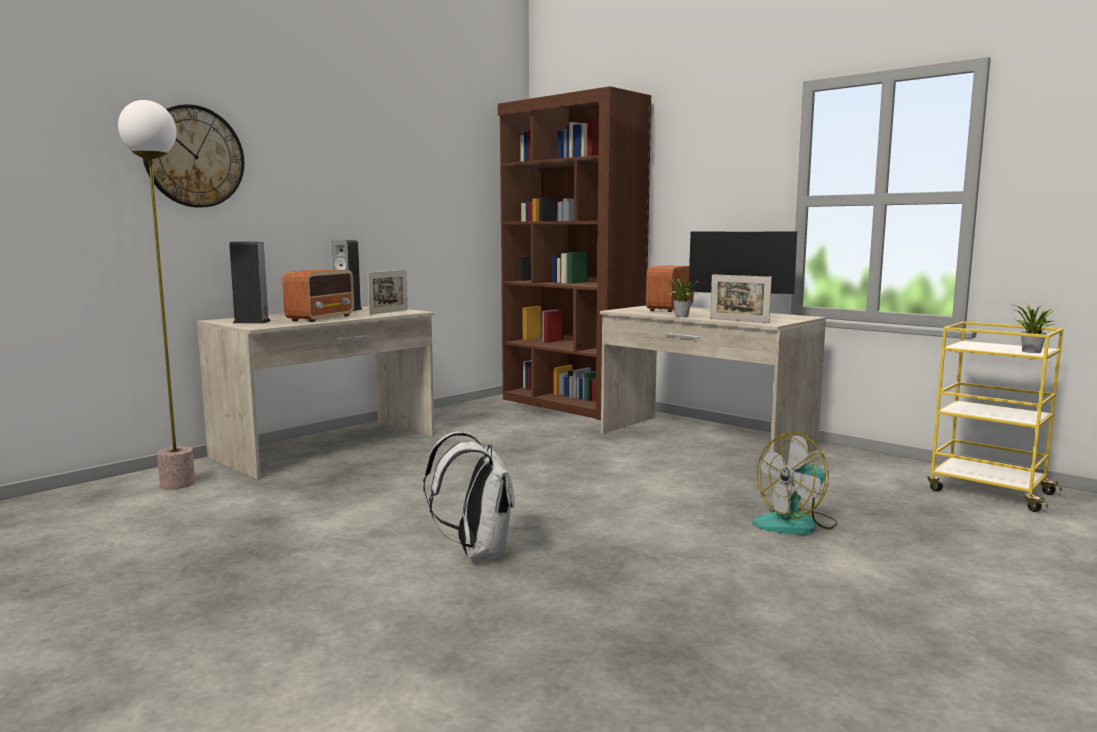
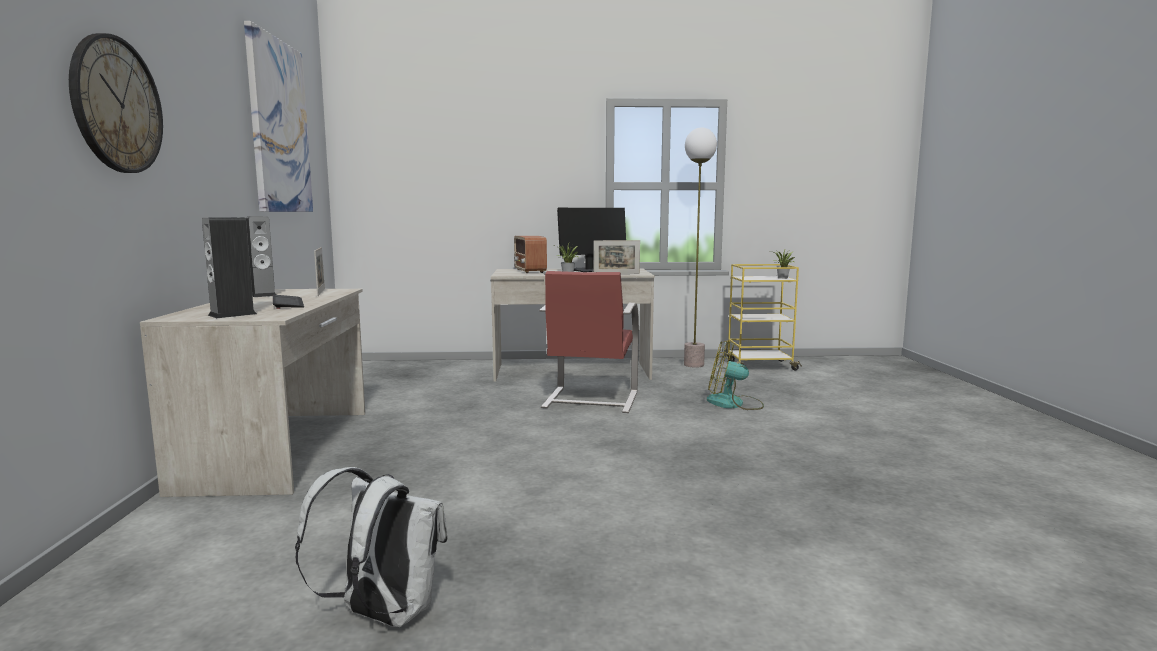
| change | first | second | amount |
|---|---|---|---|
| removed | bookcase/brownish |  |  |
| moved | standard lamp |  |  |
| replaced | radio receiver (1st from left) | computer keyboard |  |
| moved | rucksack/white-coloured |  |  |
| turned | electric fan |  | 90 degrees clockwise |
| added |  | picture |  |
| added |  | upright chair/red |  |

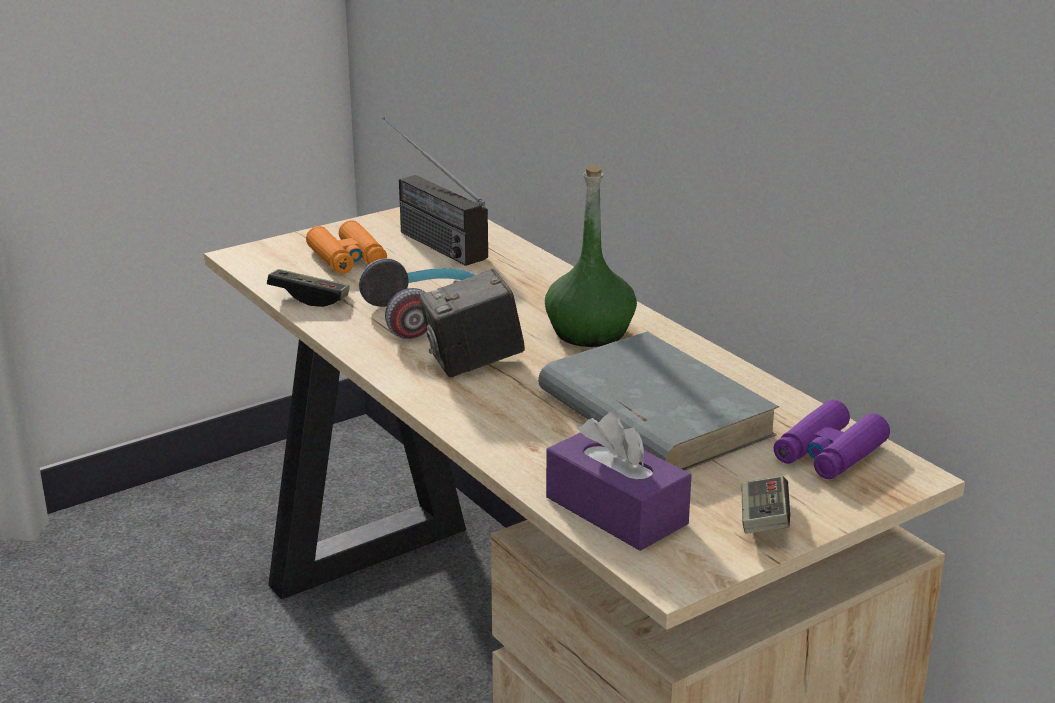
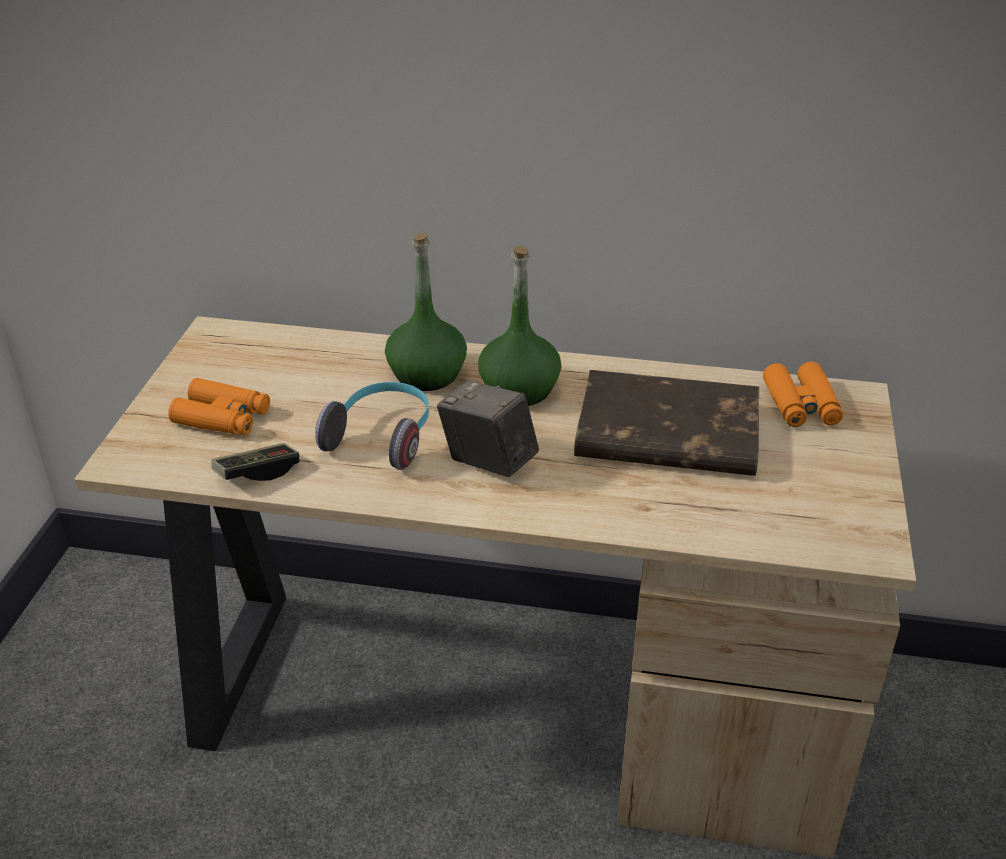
| change | first | second | amount |
|---|---|---|---|
| removed | radio receiver |  |  |
| turned | still camera |  | 105 degrees clockwise |
| recoloured | book/grey | book/brownish |  |
| recoloured | binoculars/purple | binoculars/orange (2nd from left) |  |
| removed | tissue box/purple |  |  |
| removed | gamepad (2nd from left) |  |  |
| added |  | drink bottle/greenish (1st from left) |  |

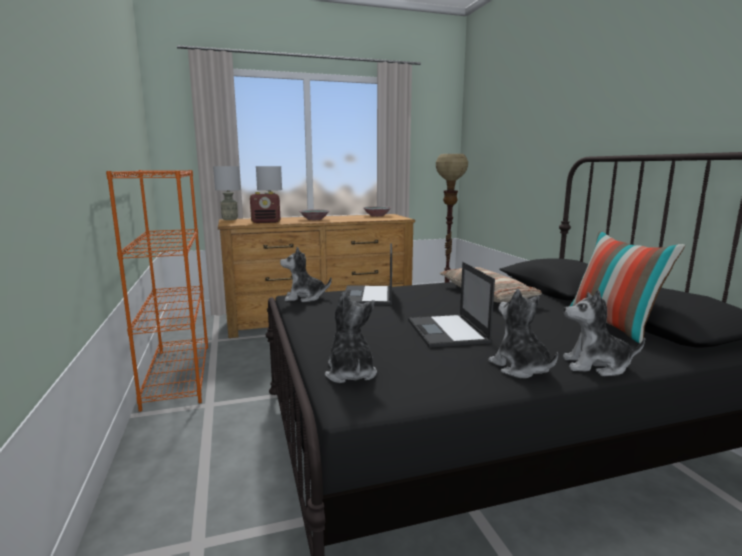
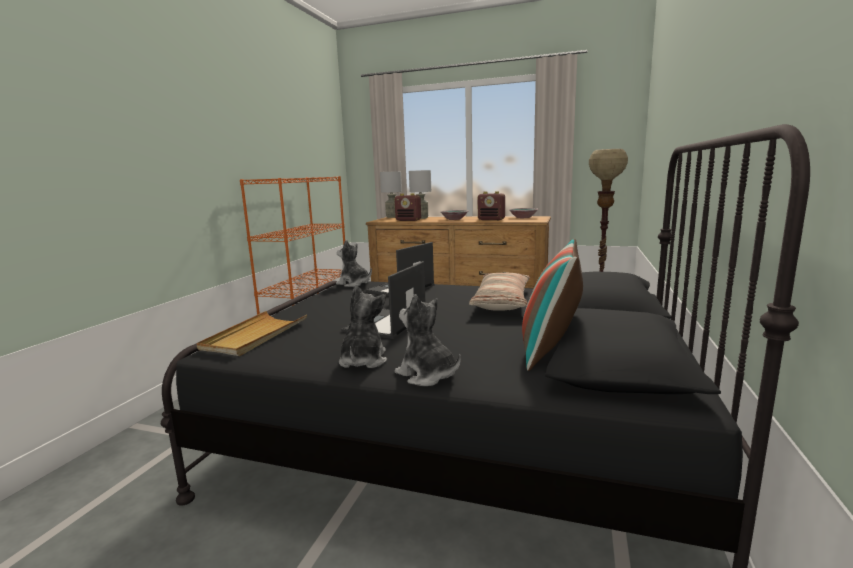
| change | first | second | amount |
|---|---|---|---|
| replaced | soft toy (2nd from left) | serving tray/sand-coloured |  |
| added |  | radio receiver (2nd from left) |  |

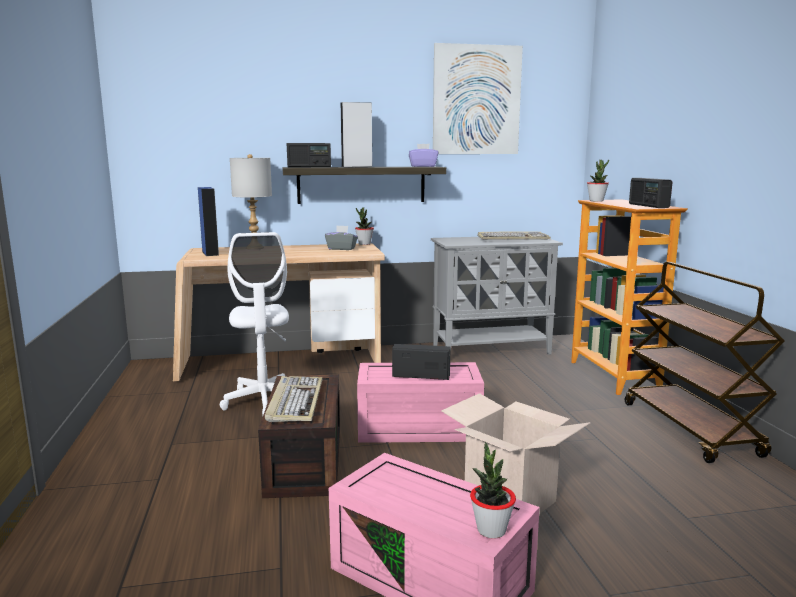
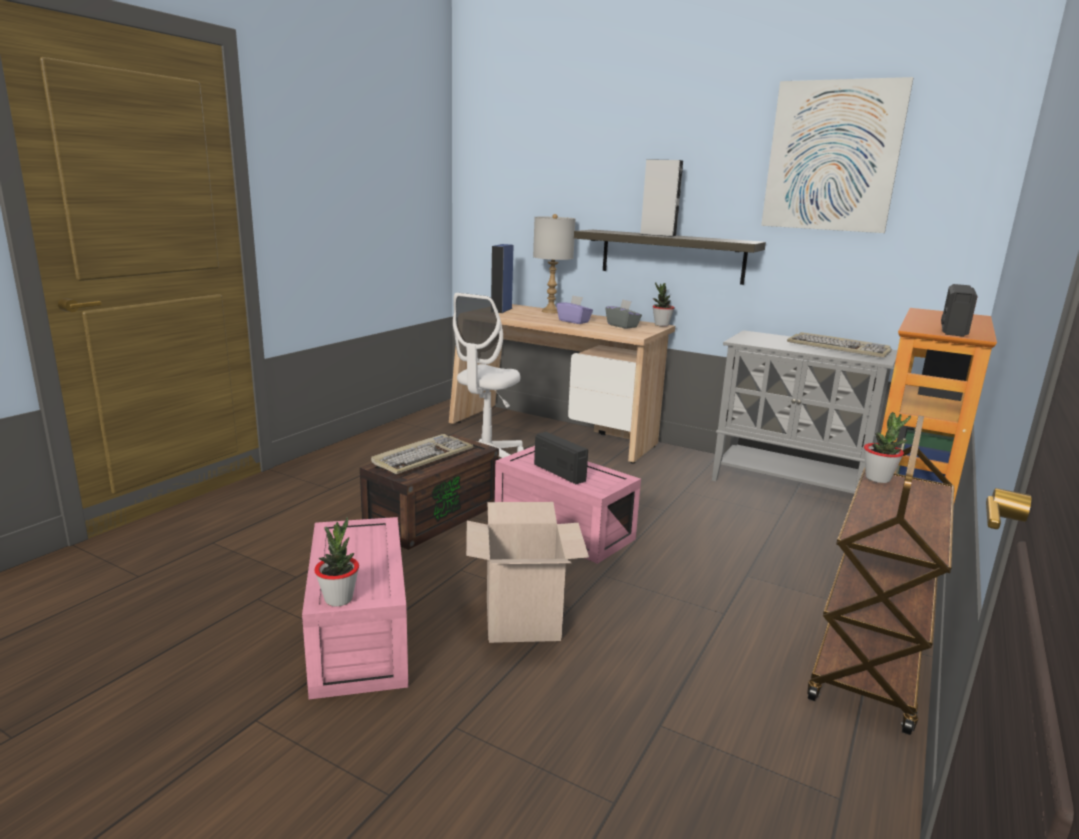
| change | first | second | amount |
|---|---|---|---|
| removed | radio receiver (1st from left) |  |  |
| moved | tissue box/purple |  |  |
| moved | plant in a pot (3rd from left) |  |  |

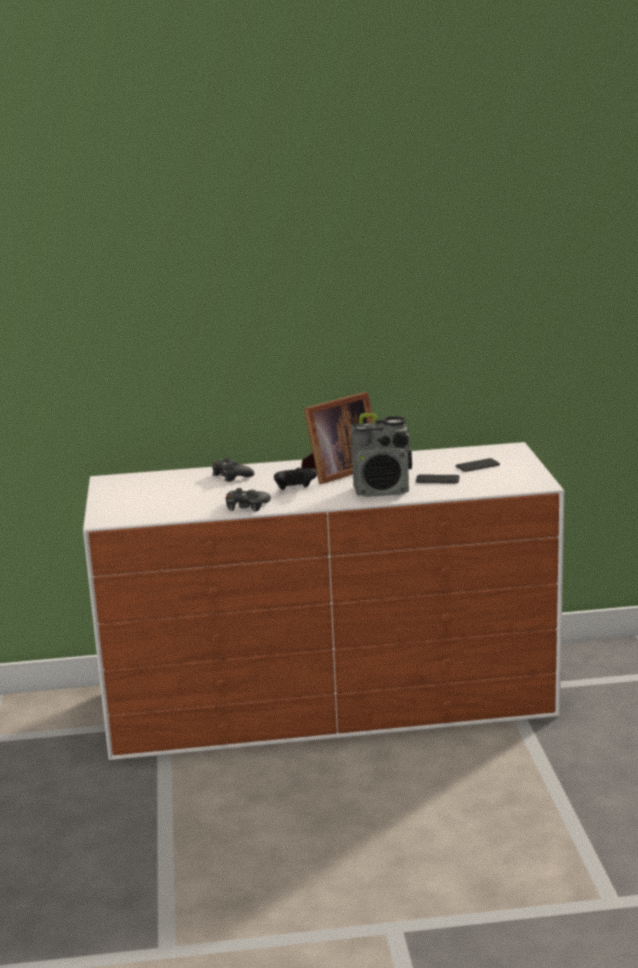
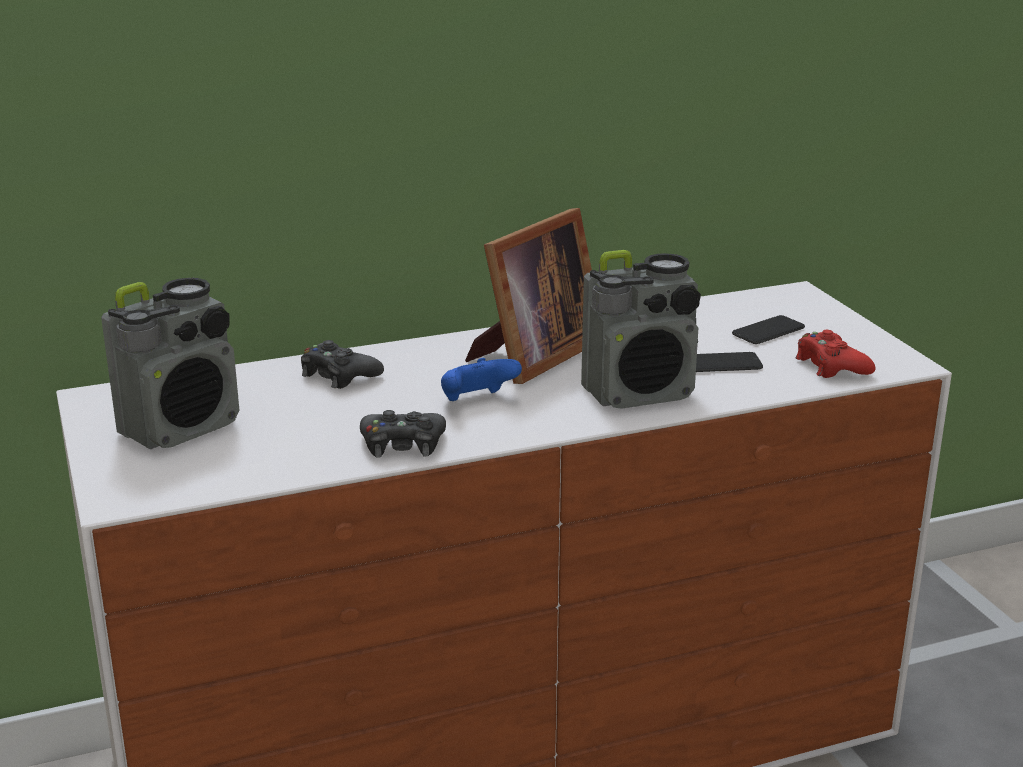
| change | first | second | amount |
|---|---|---|---|
| recoloured | gamepad/black (3rd from left) | gamepad/blue |  |
| added |  | radio receiver (1st from left) |  |
| added |  | gamepad/red |  |

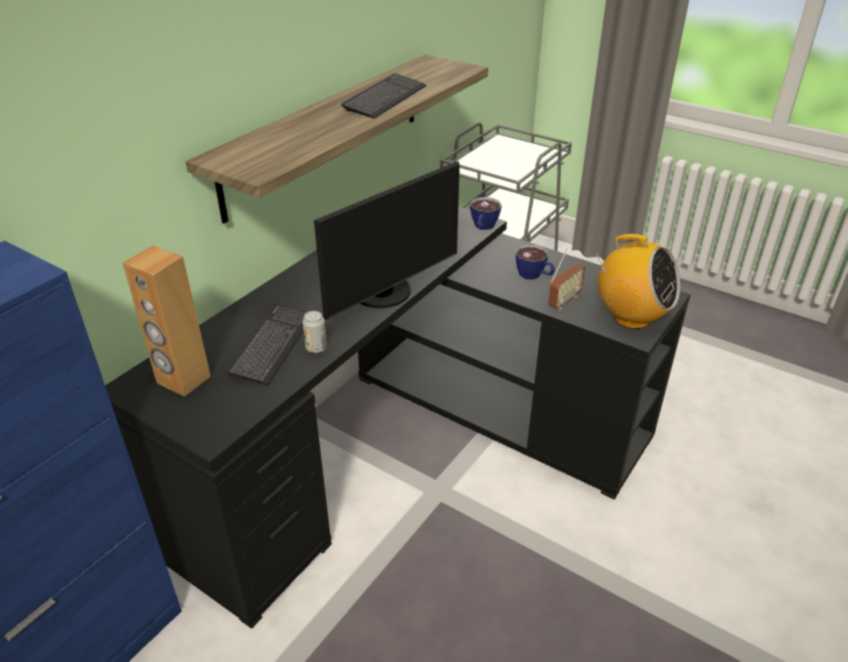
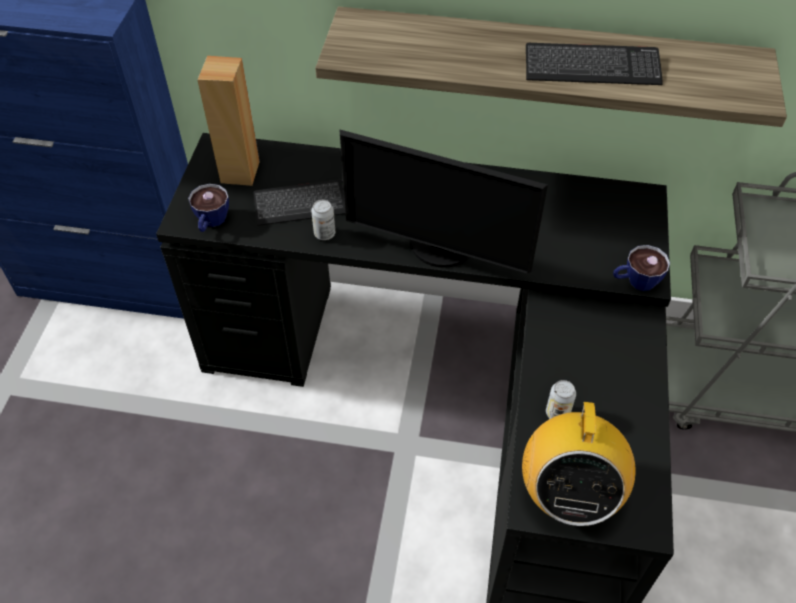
| change | first | second | amount |
|---|---|---|---|
| moved | cup (2nd from left in the first image) | cup (1st from left) |  |
| replaced | radio receiver (1st from left) | metal can (2nd from left) |  |

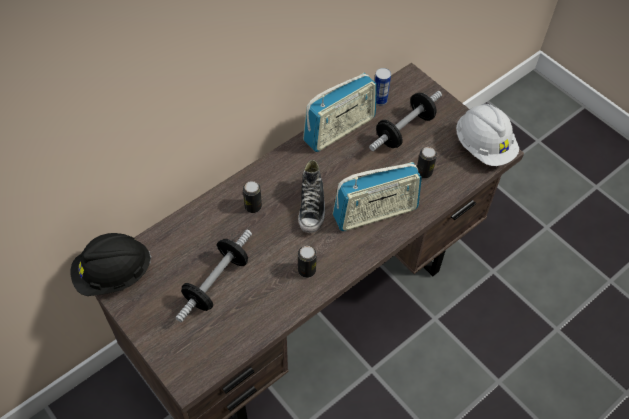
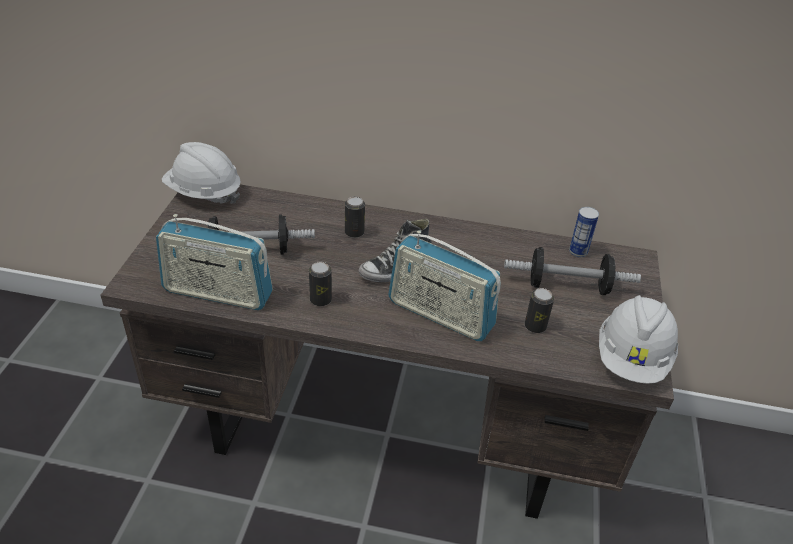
| change | first | second | amount |
|---|---|---|---|
| moved | radio receiver (1st from left) |  |  |
| recoloured | work helmet/black | work helmet/white-coloured (1st from left) |  |

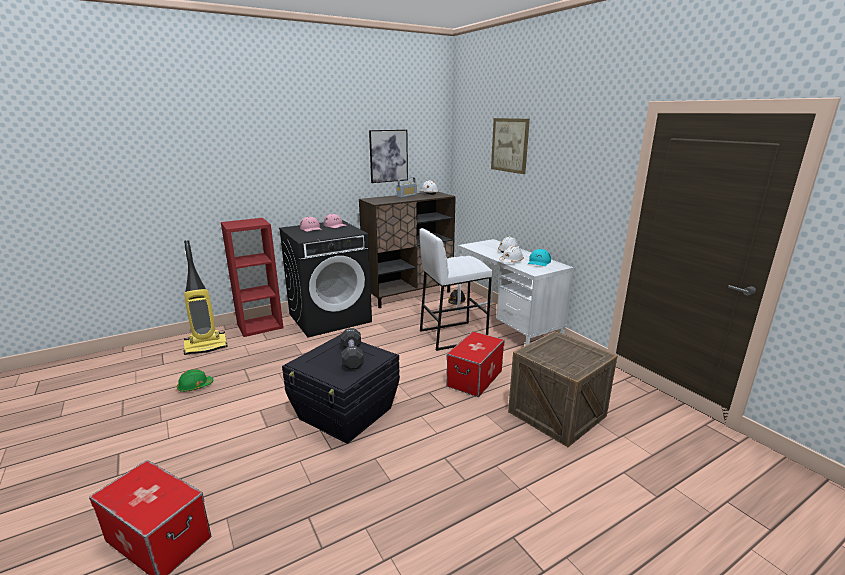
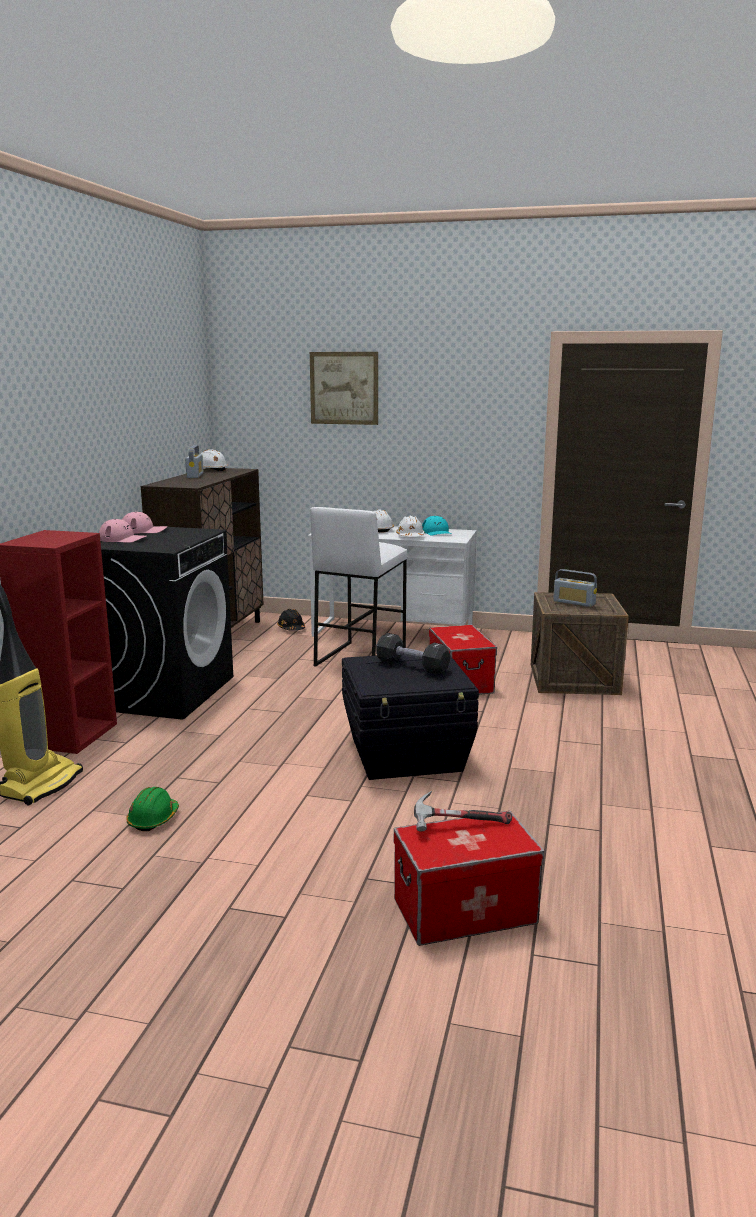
| change | first | second | amount |
|---|---|---|---|
| removed | picture (1st from left) |  |  |
| added |  | radio receiver (2nd from left) |  |
| added |  | hand hammer |  |

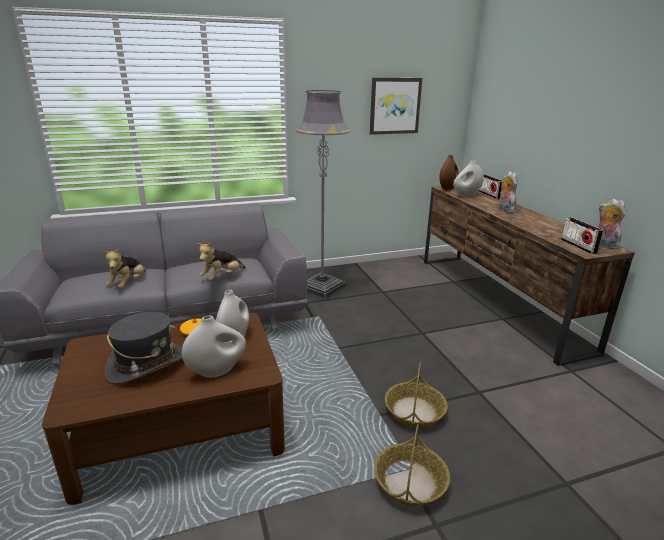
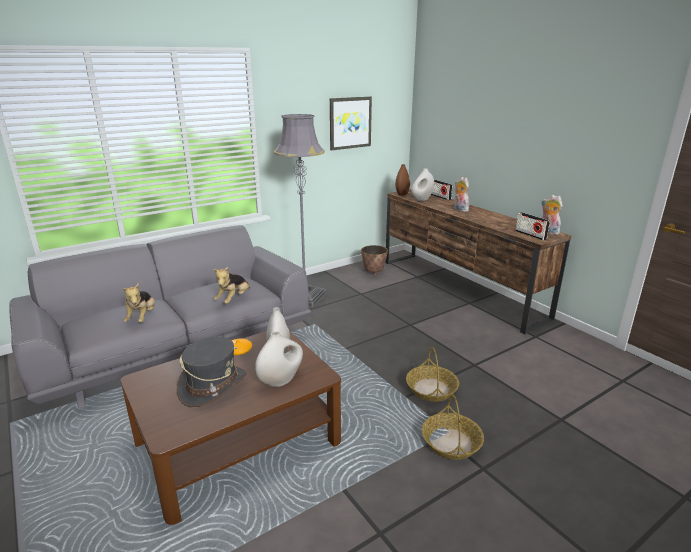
| change | first | second | amount |
|---|---|---|---|
| added |  | plant pot |  |

